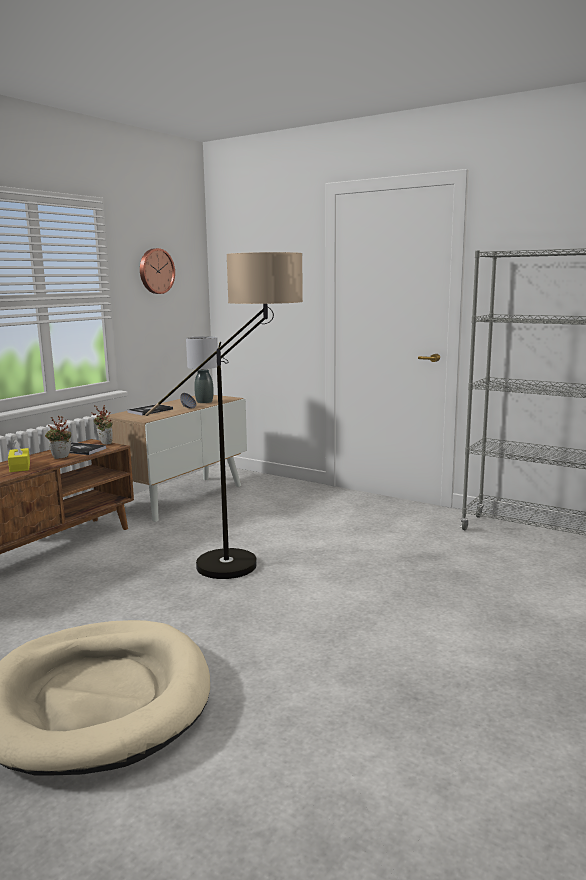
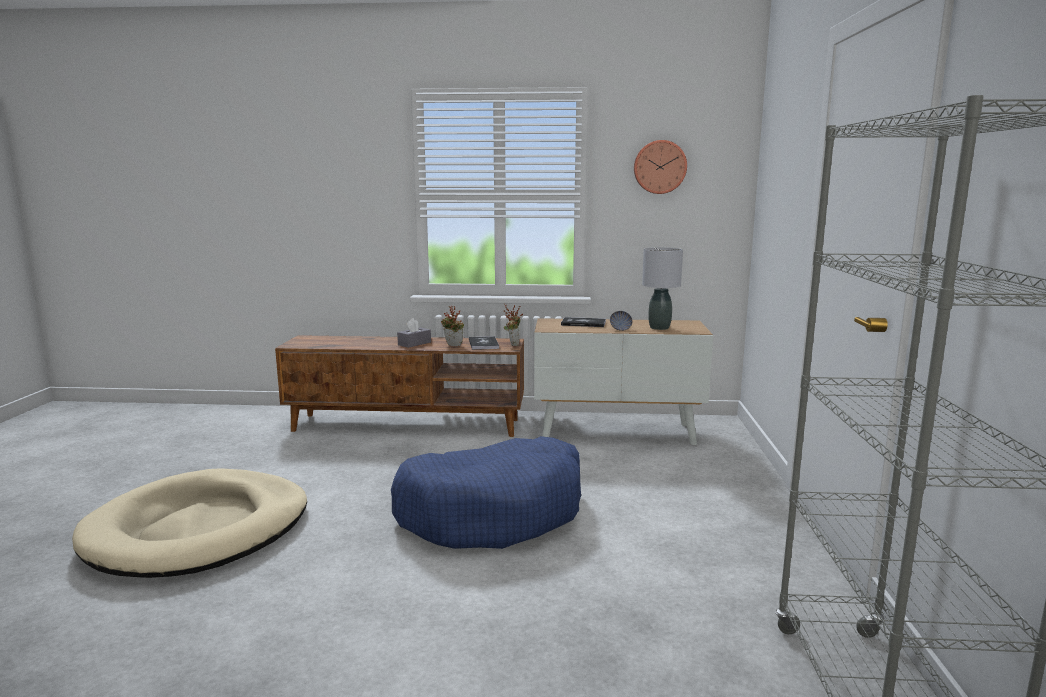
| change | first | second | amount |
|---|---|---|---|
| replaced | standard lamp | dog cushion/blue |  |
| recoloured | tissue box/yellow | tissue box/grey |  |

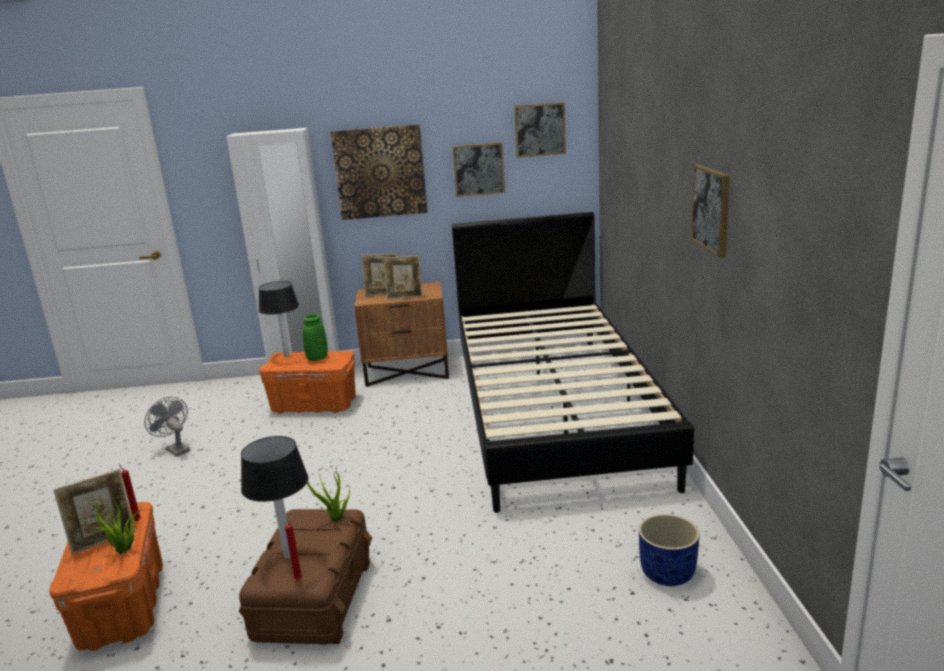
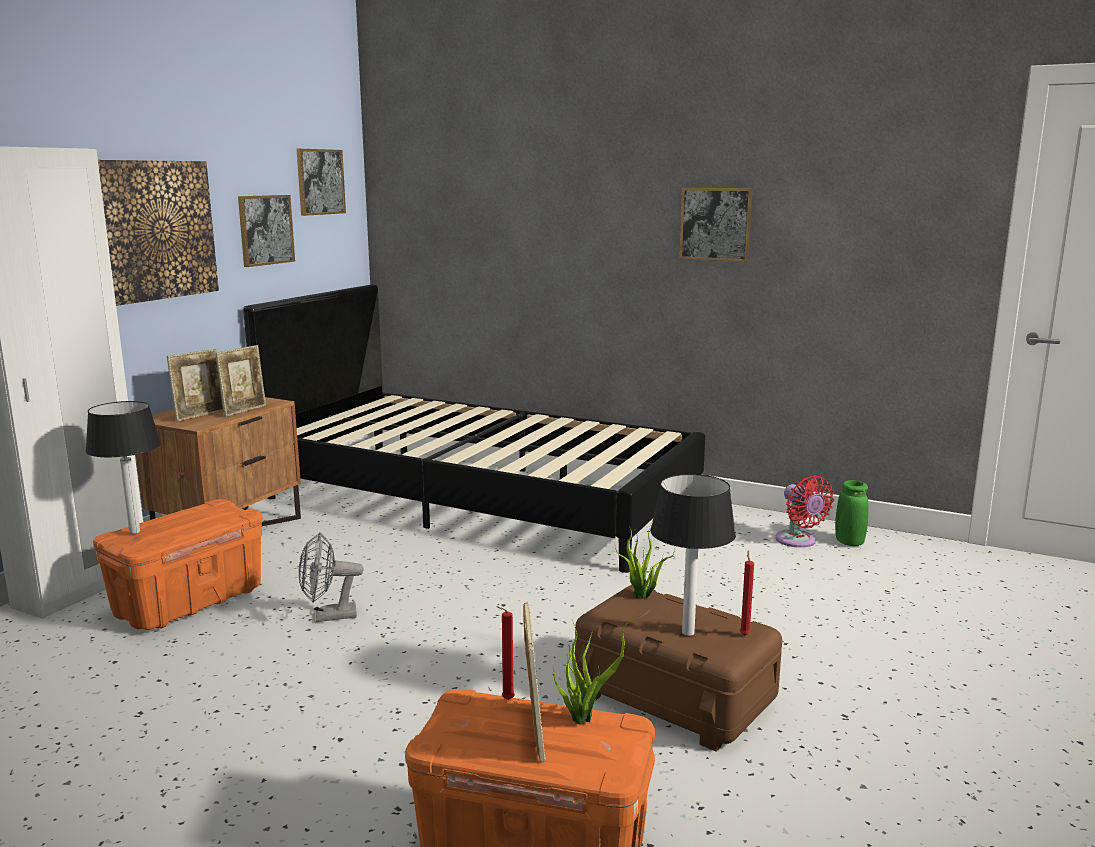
| change | first | second | amount |
|---|---|---|---|
| moved | decorative vase/greenish |  |  |
| moved | electric fan/grey |  |  |
| replaced | plant pot/blue | electric fan/red |  |

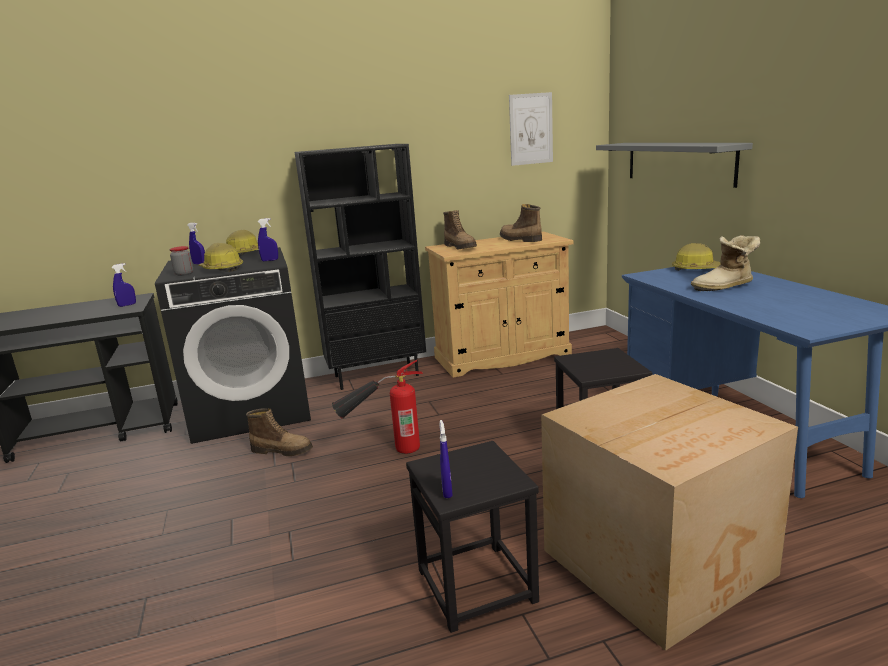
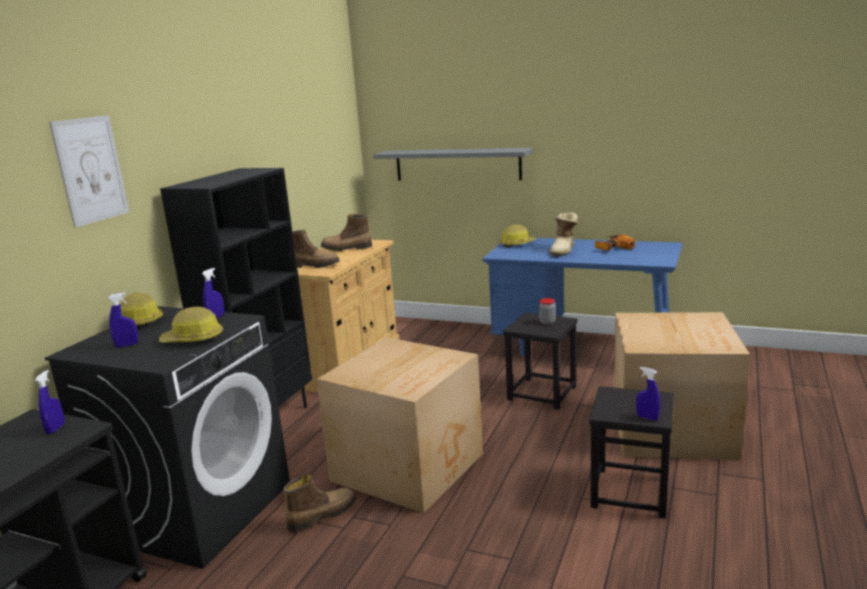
| change | first | second | amount |
|---|---|---|---|
| moved | picture |  |  |
| moved | storage jar |  |  |
| replaced | fire-fighting cylinder | packing box (1st from left) |  |
| added |  | power drill |  |

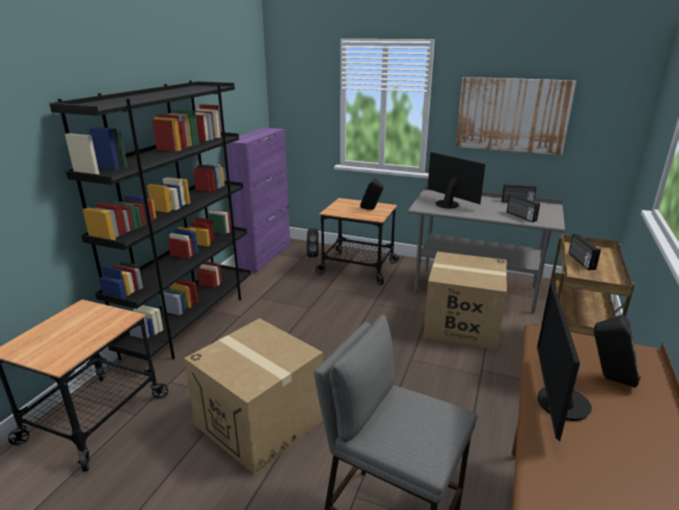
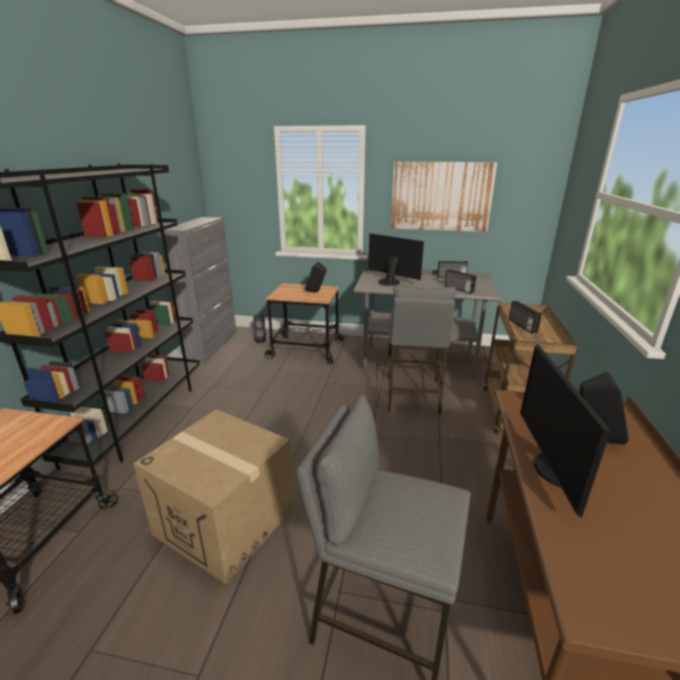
| change | first | second | amount |
|---|---|---|---|
| recoloured | cabinet/purple | cabinet/grey |  |
| replaced | packing box (2nd from left) | stool/grey (2nd from left) |  |

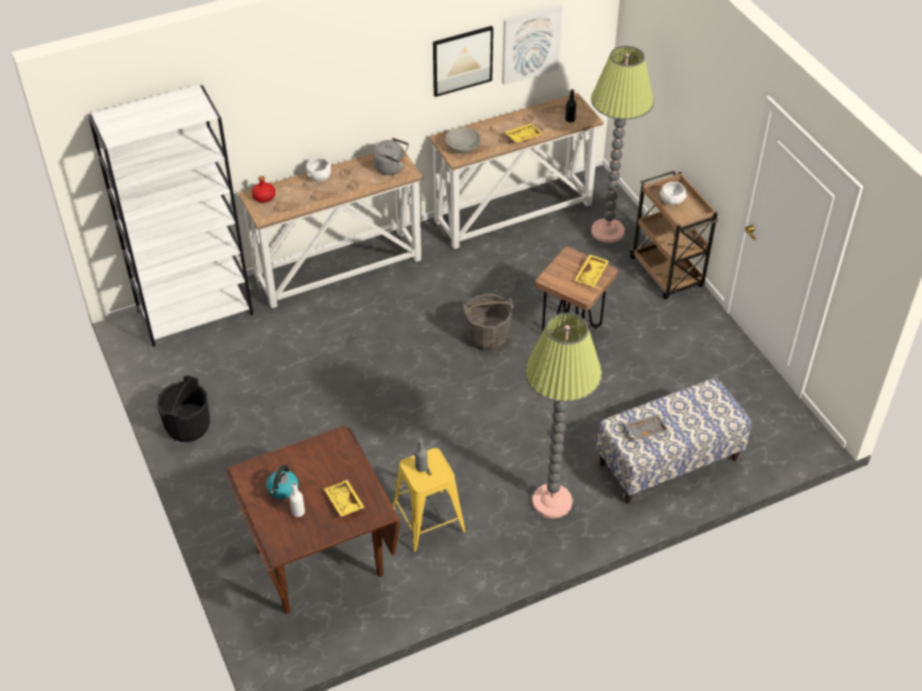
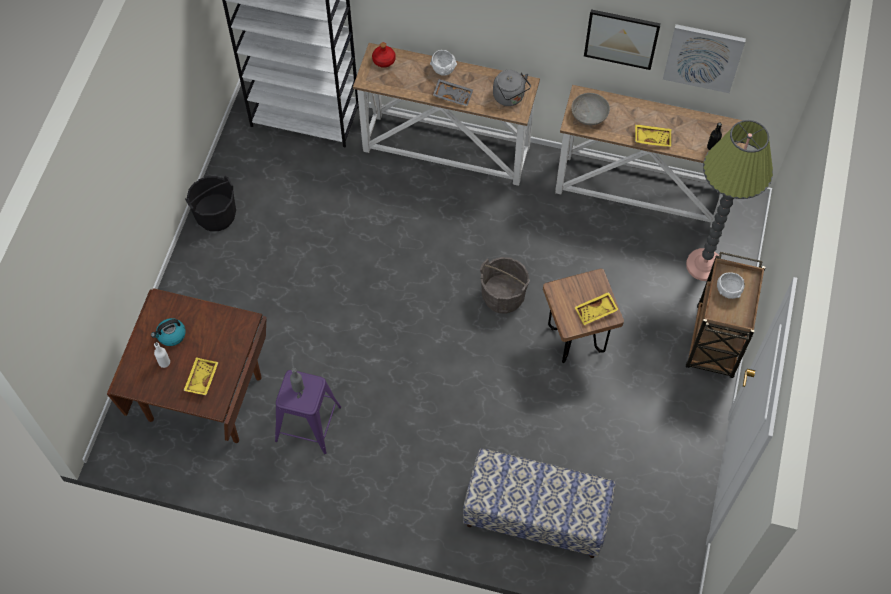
| change | first | second | amount |
|---|---|---|---|
| removed | standard lamp (1st from left) |  |  |
| moved | serving tray/grey |  |  |
| recoloured | stool/yellow | stool/purple |  |

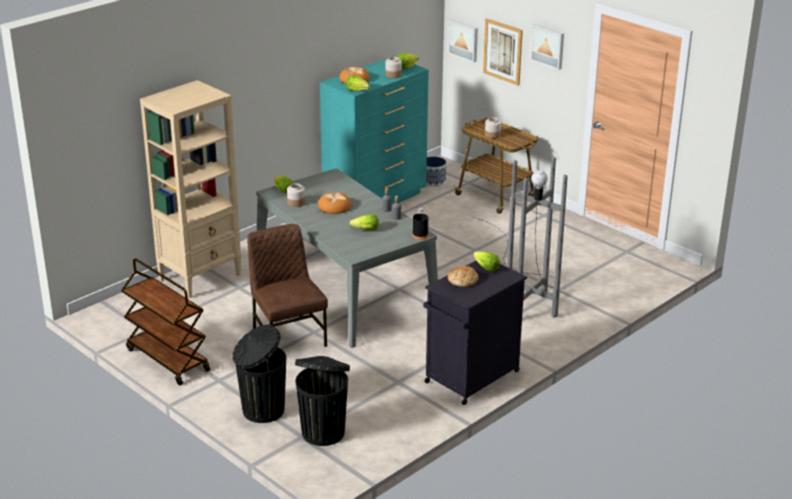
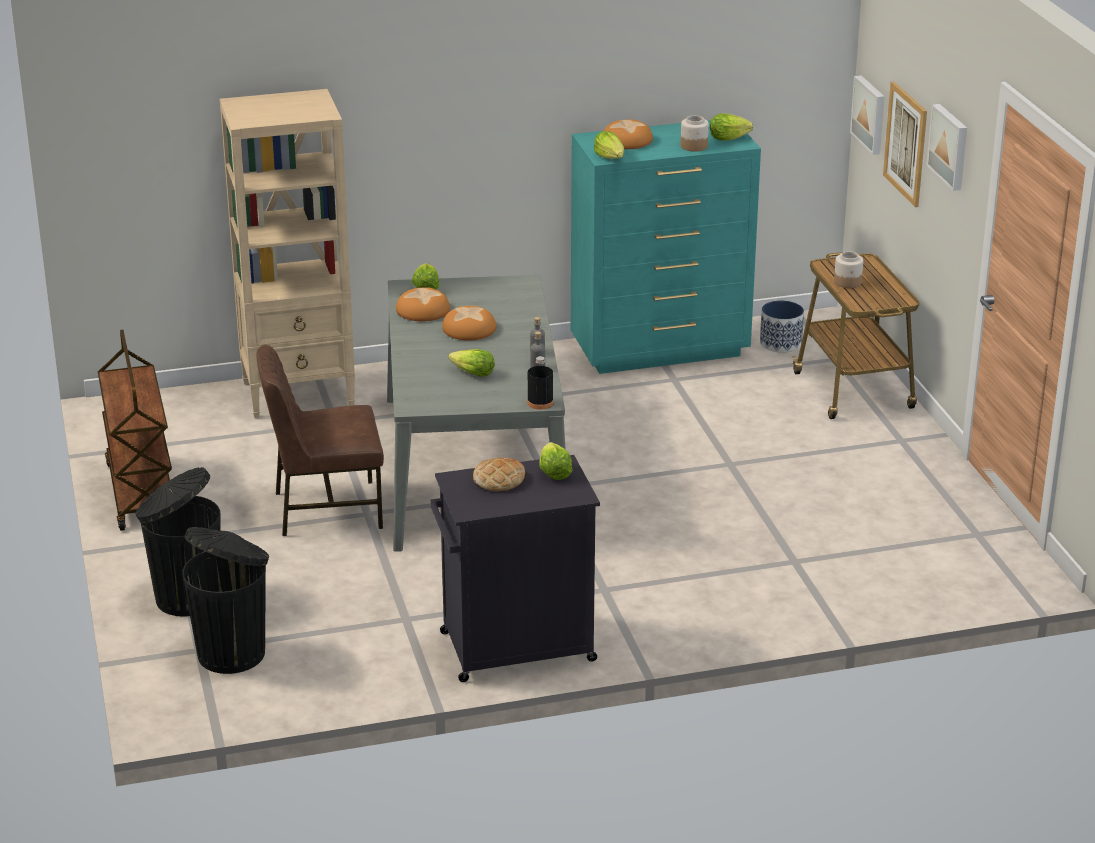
| change | first | second | amount |
|---|---|---|---|
| removed | standard lamp/grey |  |  |
| replaced | storage jar (1st from left) | bread (1st from left) |  |
| turned | upright chair/brownish |  | 105 degrees counterclockwise |

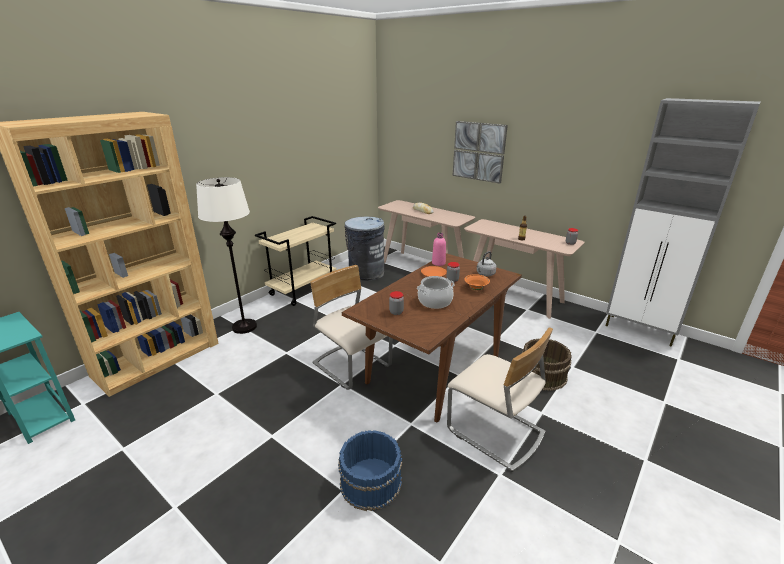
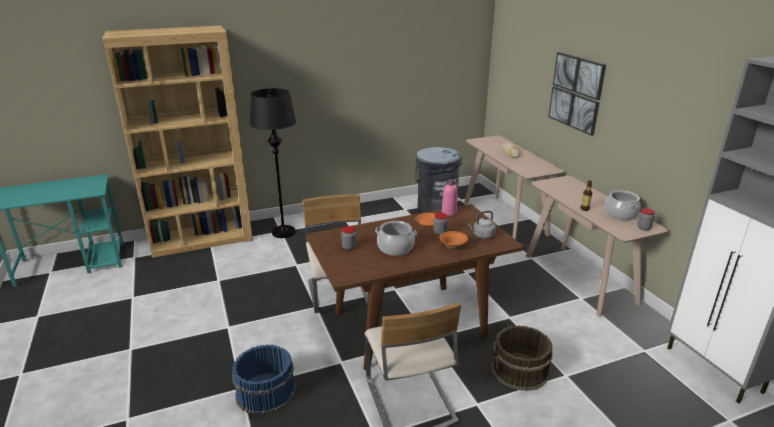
| change | first | second | amount |
|---|---|---|---|
| recoloured | standard lamp/white-coloured | standard lamp/black |  |
| removed | cart/sand-coloured |  |  |
| added |  | stockpot (2nd from left) |  |

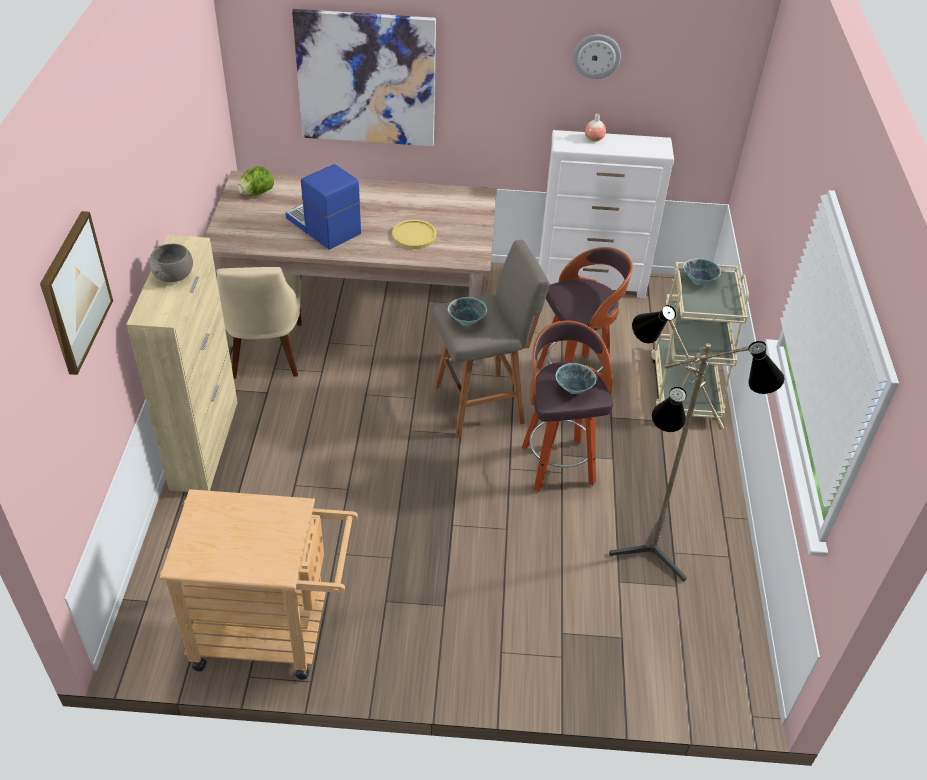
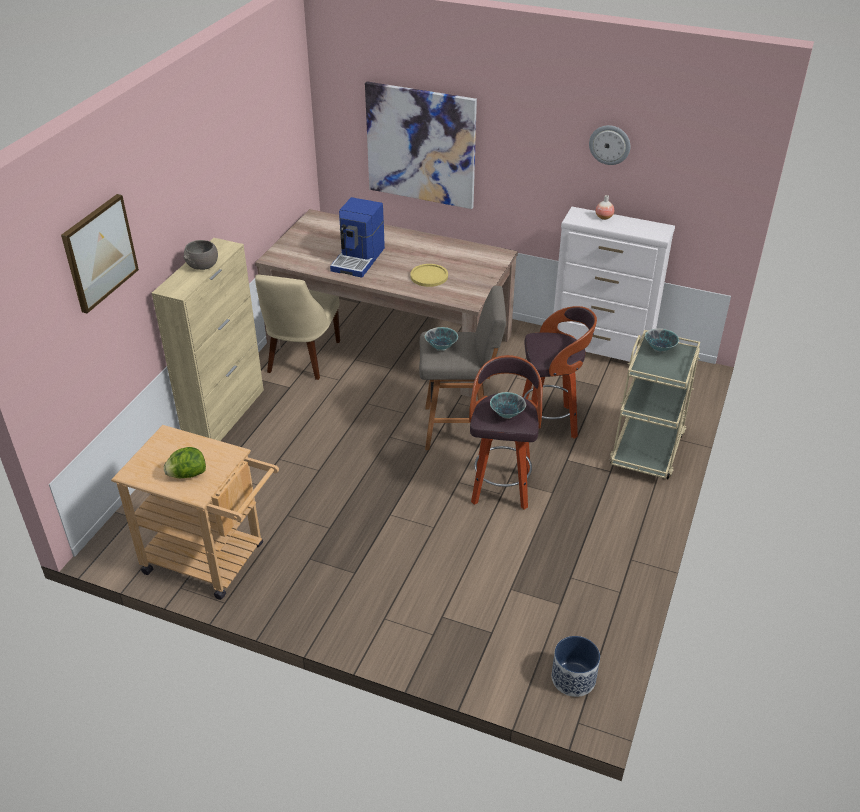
| change | first | second | amount |
|---|---|---|---|
| turned | coffee maker |  | 135 degrees counterclockwise |
| moved | lettuce |  |  |
| removed | standard lamp |  |  |
| added |  | plant pot |  |

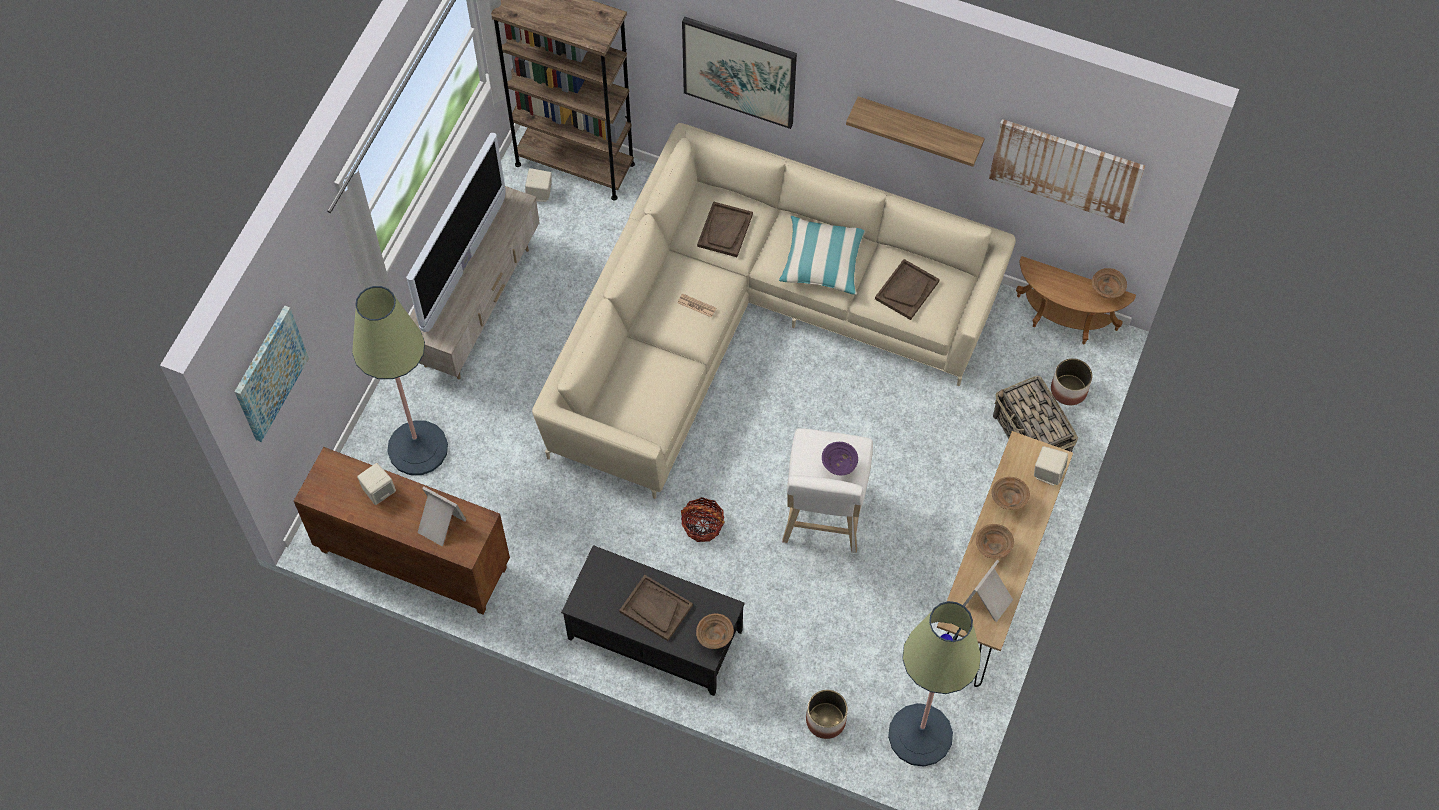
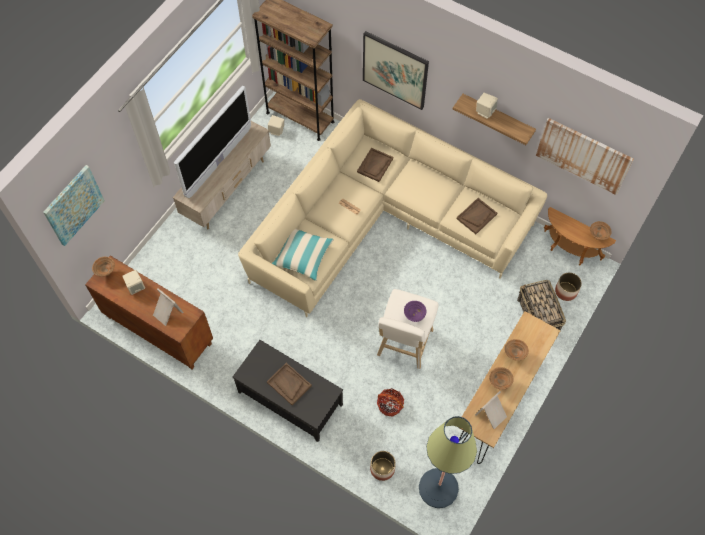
| change | first | second | amount |
|---|---|---|---|
| moved | throw pillow |  |  |
| removed | standard lamp (1st from left) |  |  |
| moved | audio speaker/sand-coloured (3rd from left) |  |  |
| moved | basket (1st from left) |  |  |
| moved | bowl/brownish (1st from left) |  |  |

